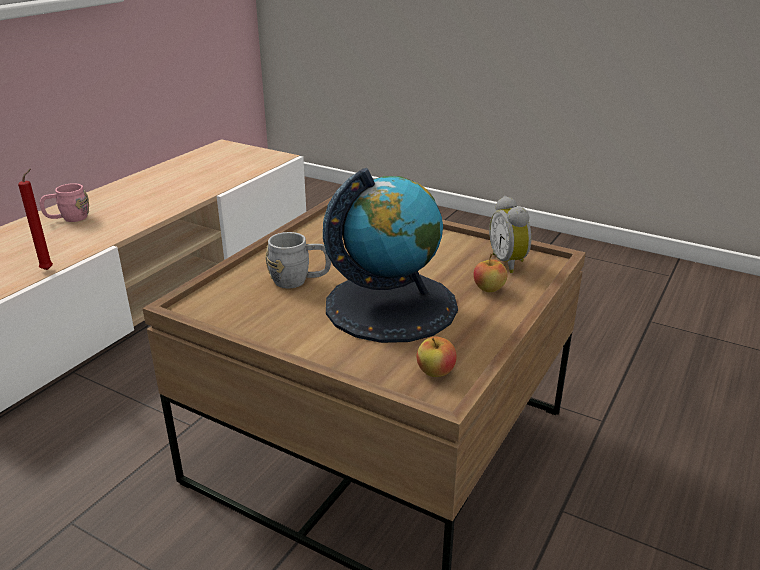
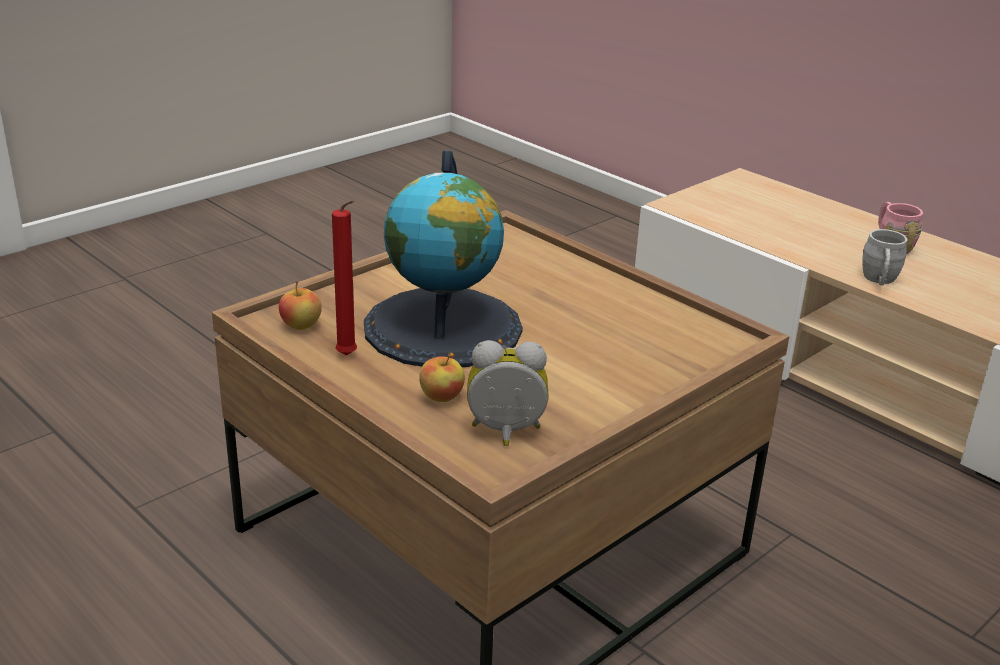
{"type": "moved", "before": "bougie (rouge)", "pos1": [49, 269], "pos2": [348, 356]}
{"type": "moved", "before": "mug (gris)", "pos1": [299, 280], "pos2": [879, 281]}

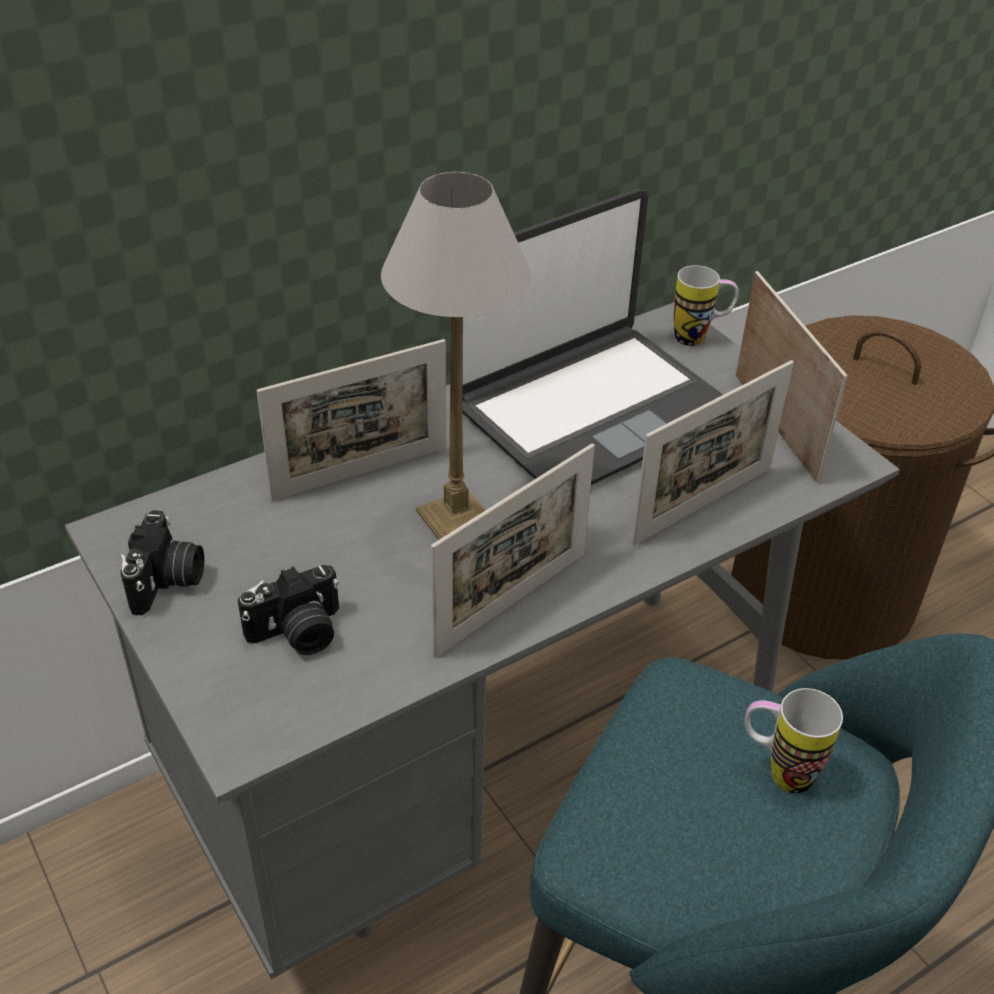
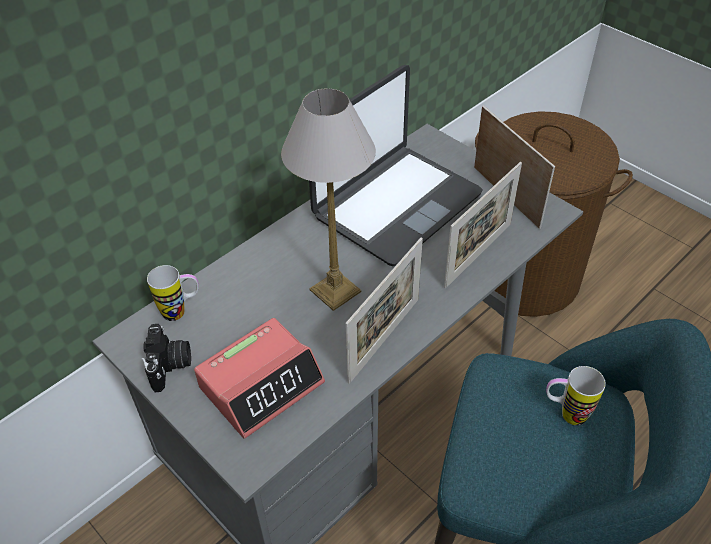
{"type": "moved", "before": "mug", "pos1": [699, 338], "pos2": [181, 311]}
{"type": "replaced", "before": "appareil photo", "after": "réveil", "pos1": [298, 633], "pos2": [262, 384]}
{"type": "removed", "before": "cadre photo", "pos1": [360, 473]}

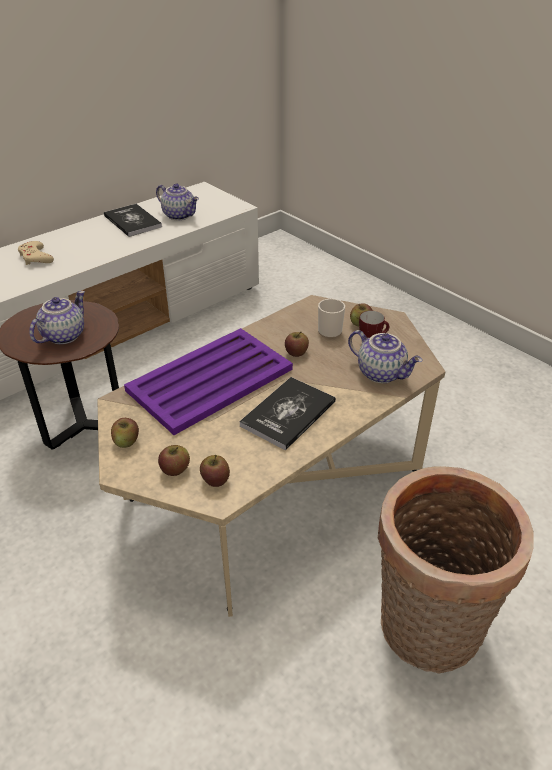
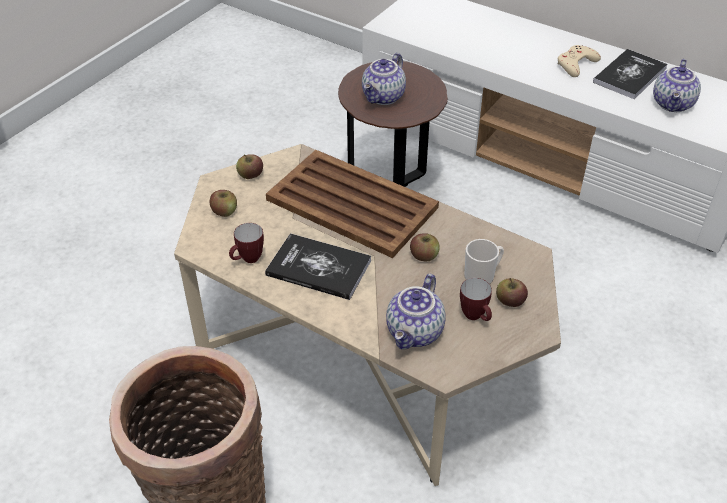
{"type": "added", "after": "mug", "pos2": [248, 260]}
{"type": "recoloured", "before": "plateau (violet)", "after": "plateau (marron)", "pos1": [209, 380], "pos2": [350, 203]}
{"type": "turned", "before": "théière", "pos1": [63, 335], "pos2": [384, 97], "turn": 105}
{"type": "moved", "before": "manette (beige)", "pos1": [36, 257], "pos2": [576, 64]}
{"type": "removed", "before": "pomme", "pos1": [215, 480]}

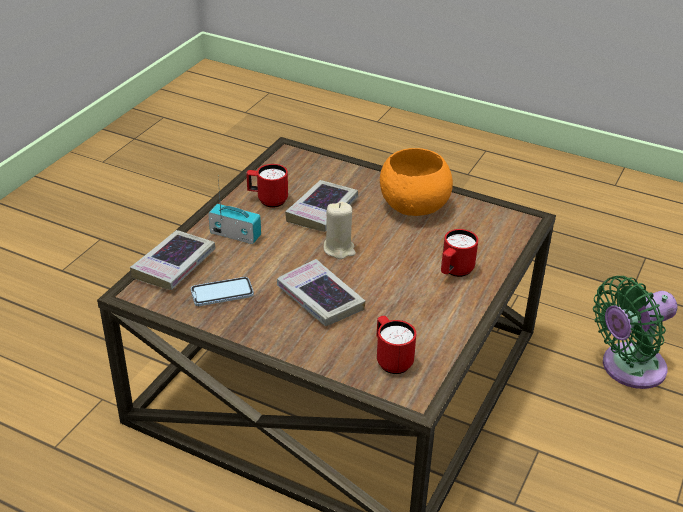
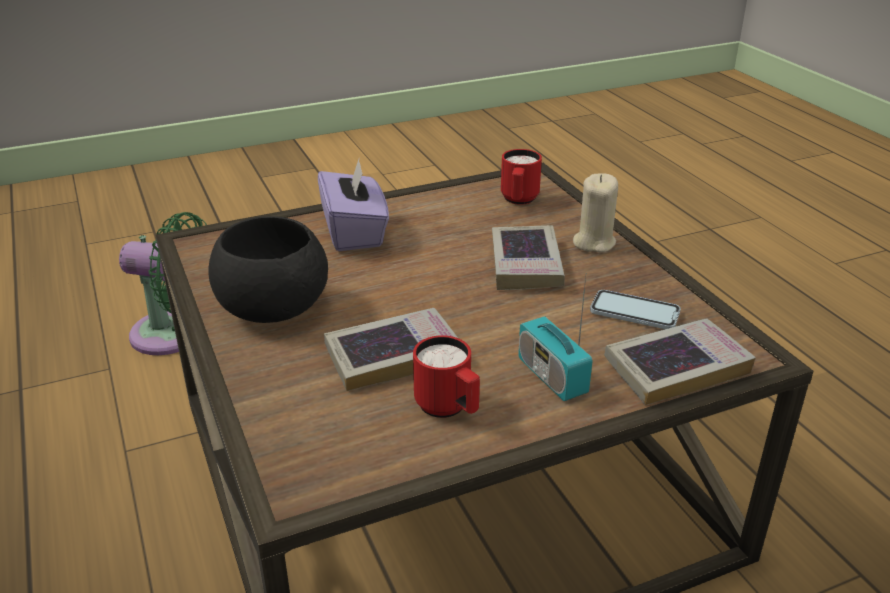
{"type": "recoloured", "before": "bol (orange)", "after": "bol (noir)", "pos1": [413, 205], "pos2": [273, 310]}
{"type": "replaced", "before": "mug (rouge)", "after": "boîte à mouchoirs (violet)", "pos1": [454, 272], "pos2": [355, 232]}
{"type": "moved", "before": "bougie (beige)", "pos1": [339, 249], "pos2": [593, 242]}

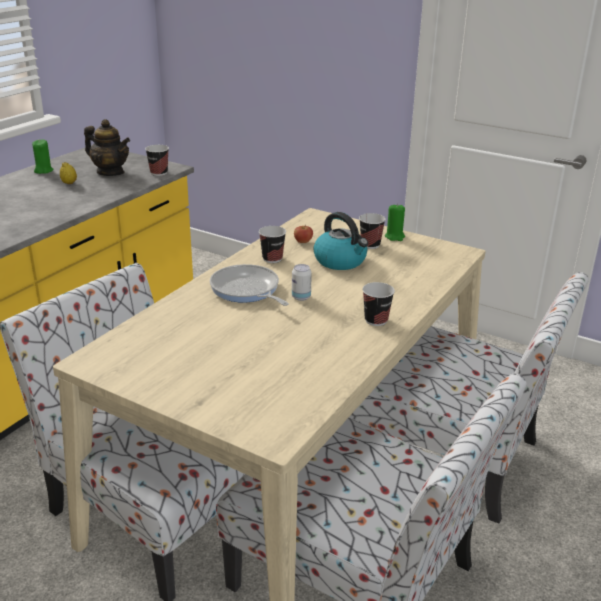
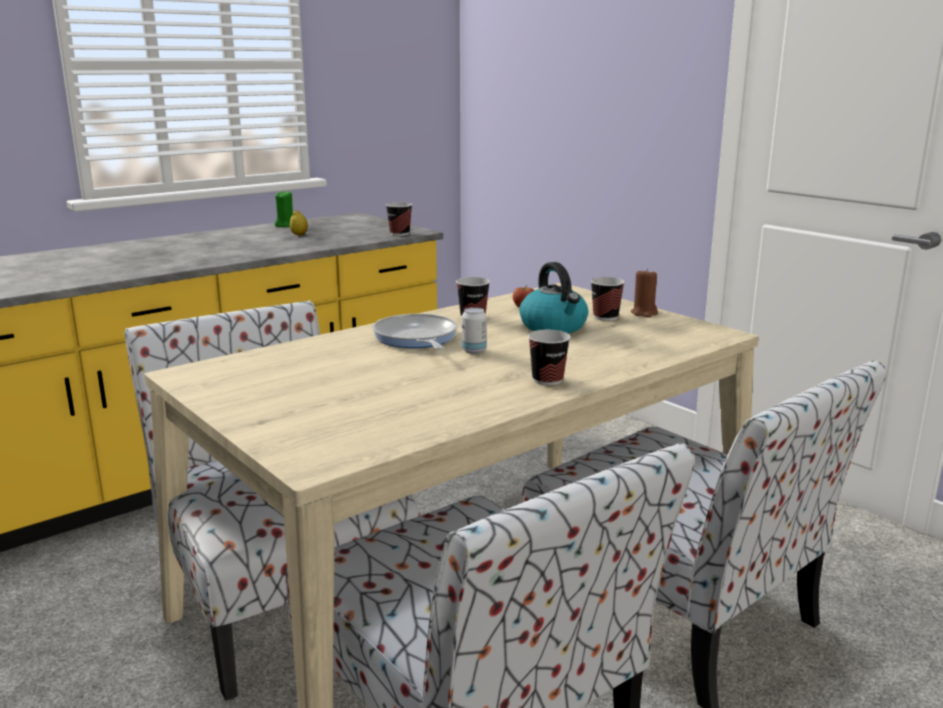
{"type": "recoloured", "before": "bougie (vert)", "after": "bougie (marron)", "pos1": [394, 237], "pos2": [644, 313]}
{"type": "removed", "before": "théière", "pos1": [110, 172]}

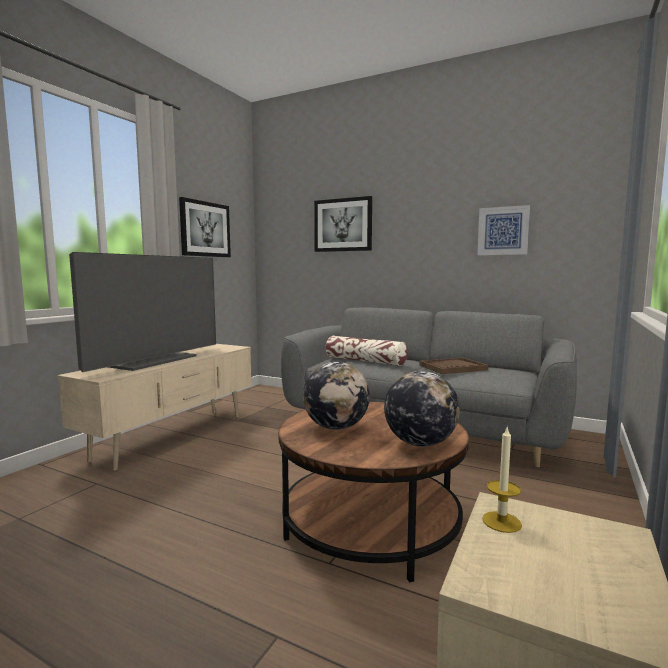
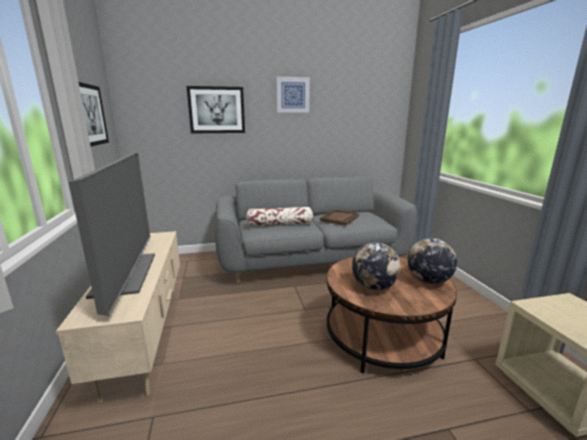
{"type": "moved", "before": "tableau", "pos1": [503, 231], "pos2": [292, 95]}
{"type": "removed", "before": "bougie", "pos1": [501, 522]}

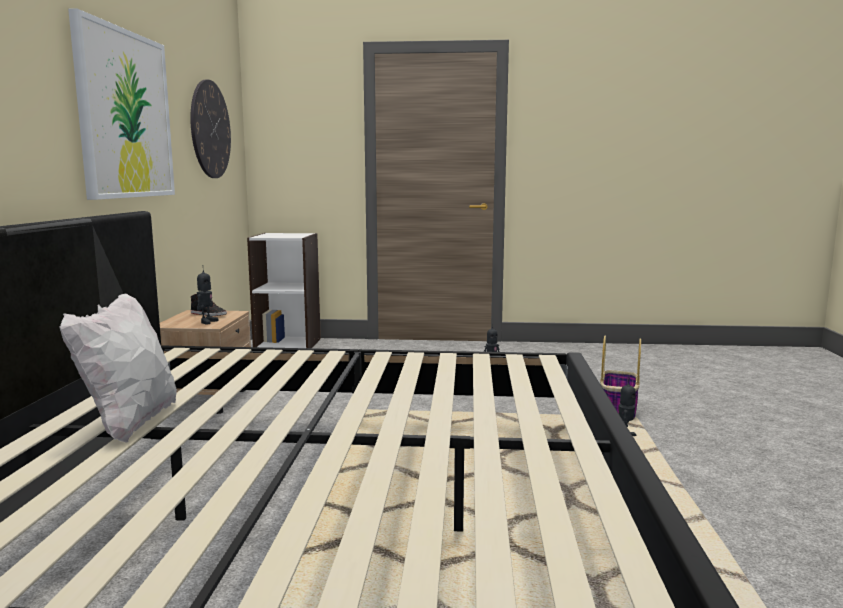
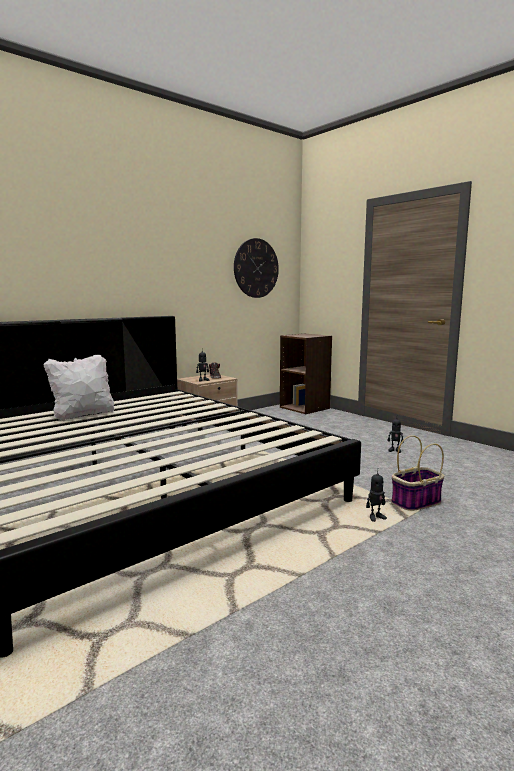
{"type": "recoloured", "before": "bibliothèque (blanc)", "after": "bibliothèque (marron)", "pos1": [288, 344], "pos2": [305, 408]}
{"type": "removed", "before": "tableau", "pos1": [125, 115]}

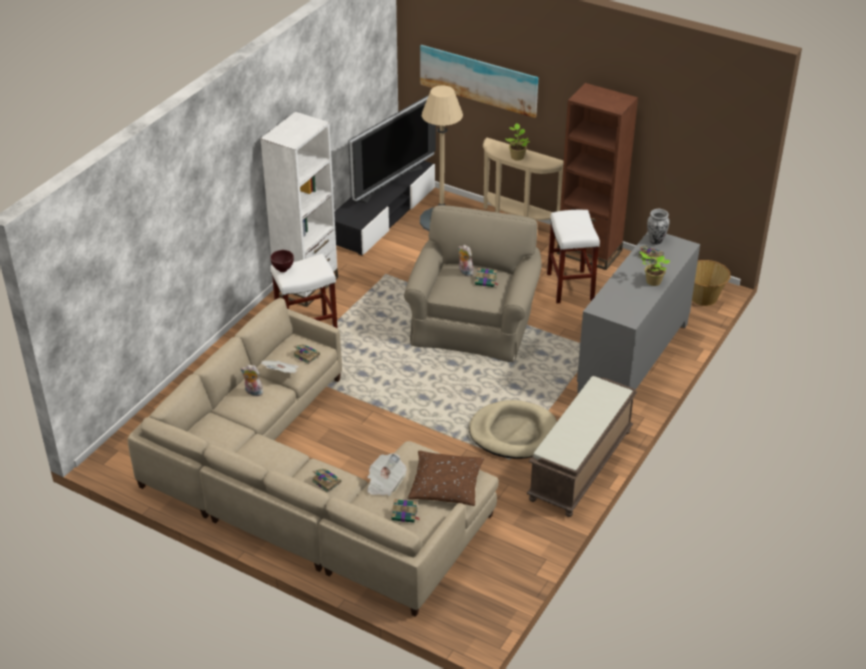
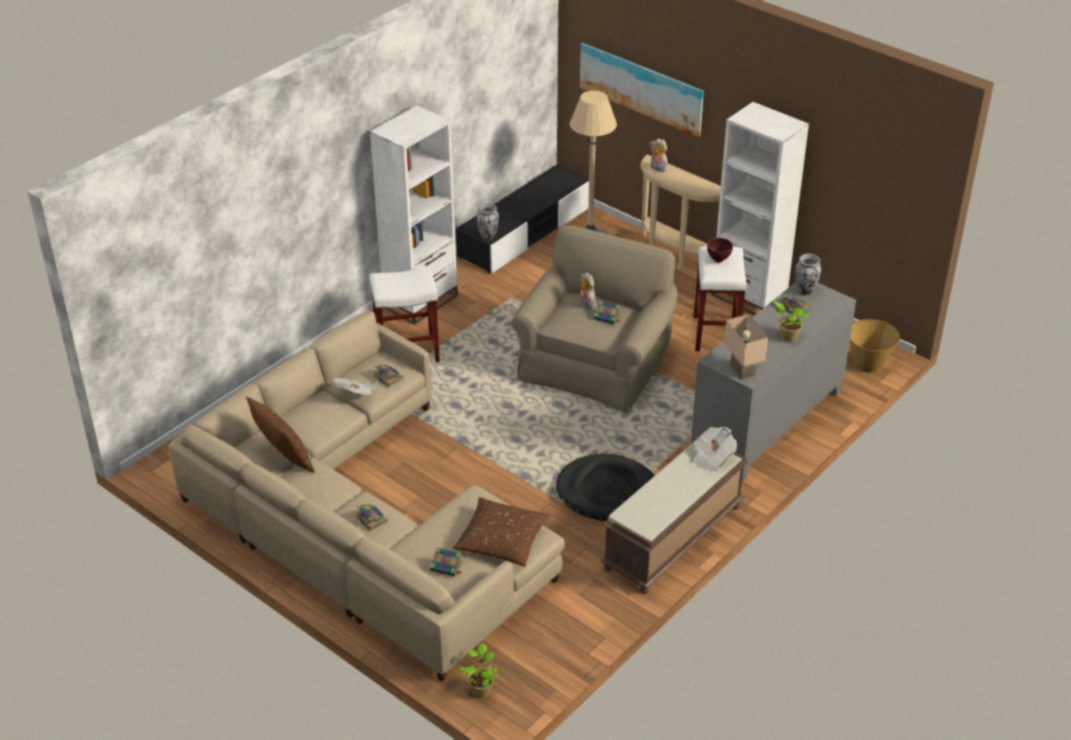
{"type": "added", "after": "coussin (marron)", "pos2": [284, 460]}
{"type": "moved", "before": "plante en pot", "pos1": [517, 156], "pos2": [481, 689]}
{"type": "added", "after": "vase", "pos2": [488, 236]}
{"type": "recoloured", "before": "panier pour chien (beige)", "after": "panier pour chien (noir)", "pos1": [513, 433], "pos2": [606, 491]}
{"type": "moved", "before": "peluche", "pos1": [253, 392], "pos2": [657, 169]}
{"type": "moved", "before": "journal", "pos1": [385, 483], "pos2": [711, 458]}
{"type": "moved", "before": "bol (marron)", "pos1": [283, 270], "pos2": [719, 260]}
{"type": "recoloured", "before": "bibliothèque (marron)", "after": "bibliothèque (blanc)", "pos1": [589, 252], "pos2": [748, 297]}
{"type": "added", "after": "lampe de table (beige)", "pos2": [744, 370]}
{"type": "removed", "before": "téléviseur", "pos1": [389, 182]}

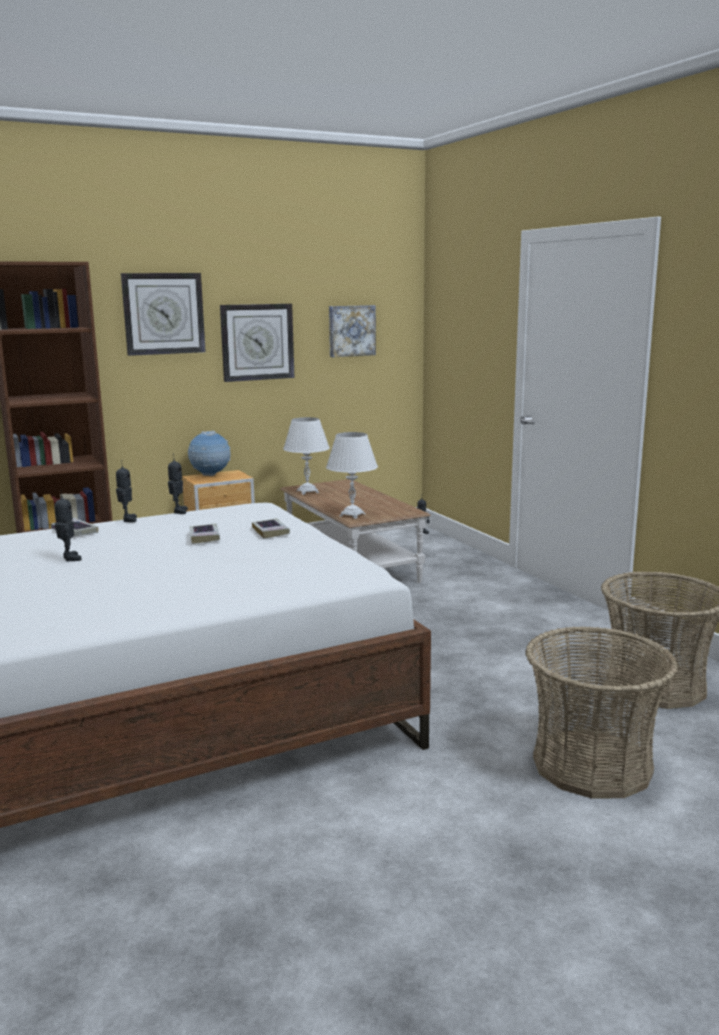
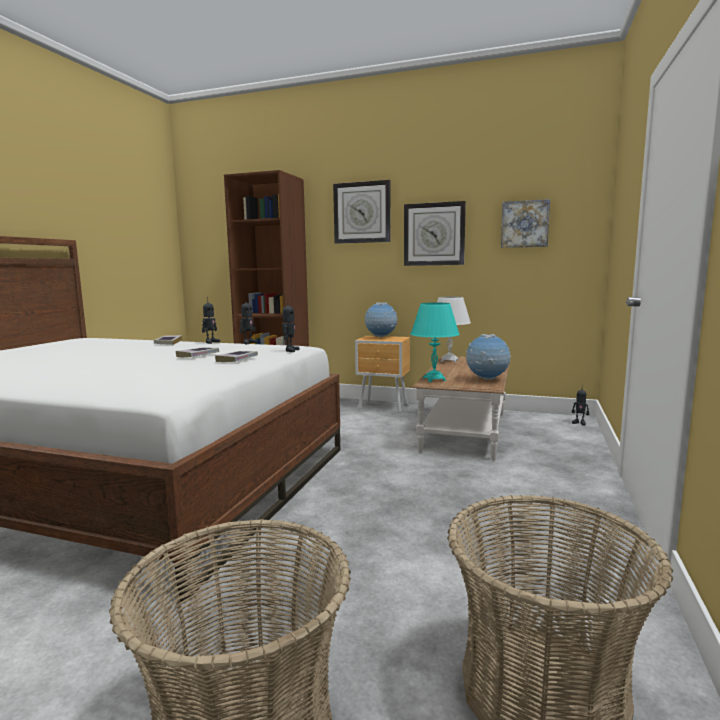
{"type": "moved", "before": "robot jouet", "pos1": [69, 558], "pos2": [290, 350]}
{"type": "recoloured", "before": "lampe de table (blanc)", "after": "lampe de table (turquoise)", "pos1": [352, 515], "pos2": [434, 379]}
{"type": "added", "after": "globe", "pos2": [487, 380]}

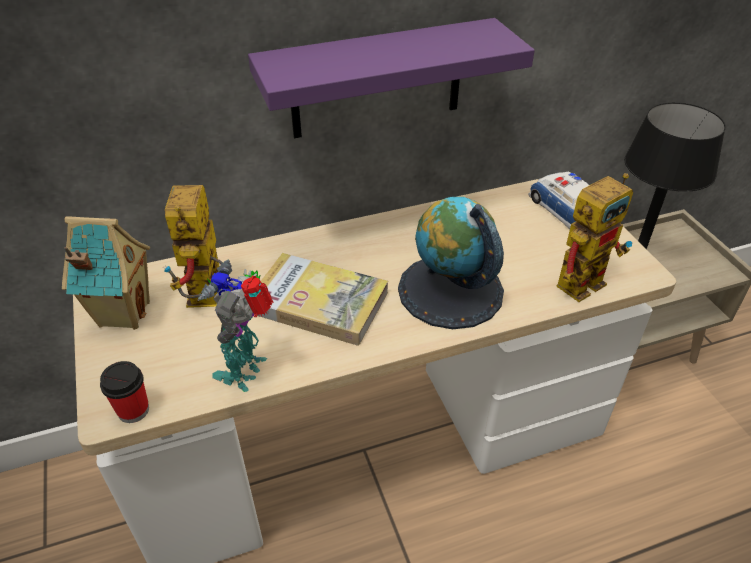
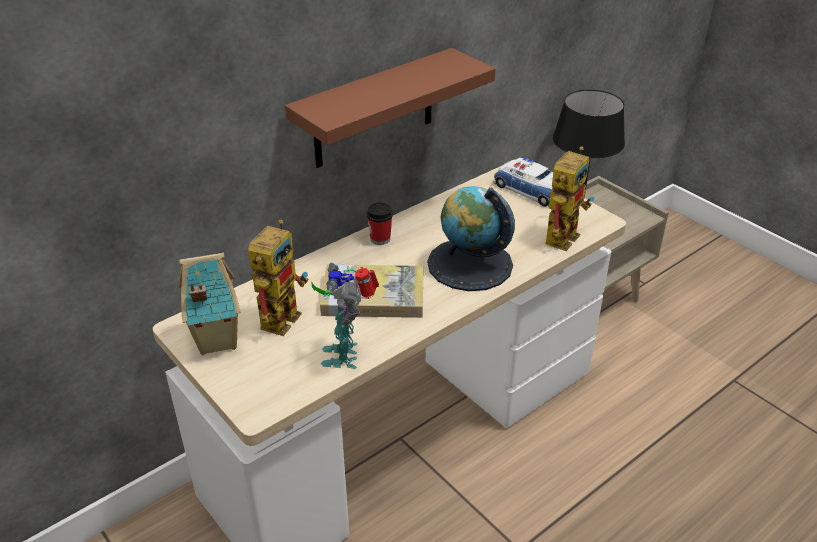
{"type": "turned", "before": "robot jouet", "pos1": [208, 300], "pos2": [282, 314], "turn": -135}
{"type": "recoloured", "before": "étagère (violet)", "after": "étagère (marron)", "pos1": [377, 80], "pos2": [374, 109]}
{"type": "moved", "before": "tasse", "pos1": [133, 410], "pos2": [380, 239]}

